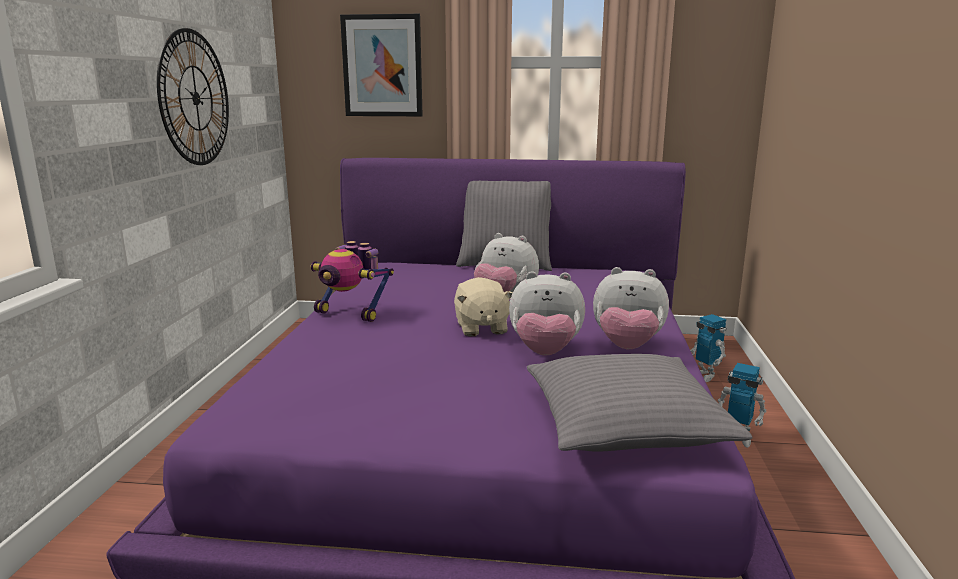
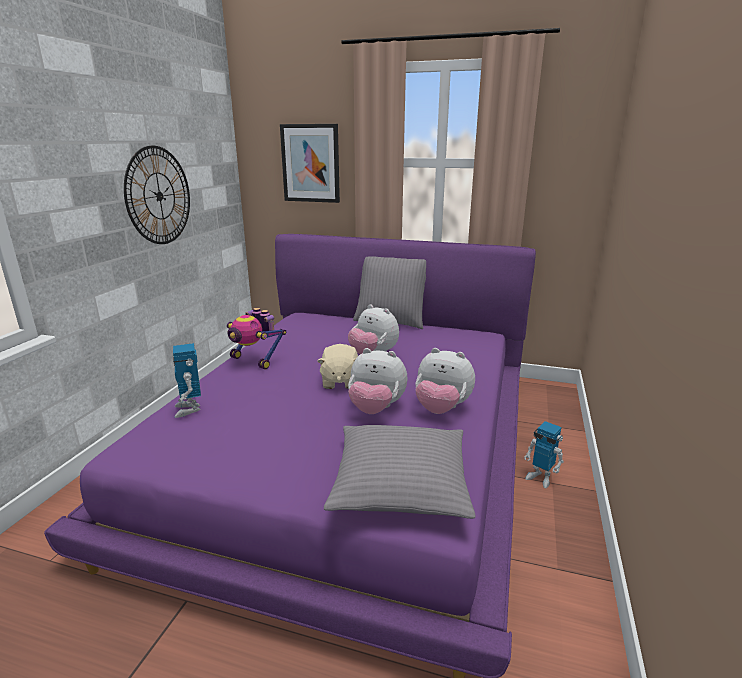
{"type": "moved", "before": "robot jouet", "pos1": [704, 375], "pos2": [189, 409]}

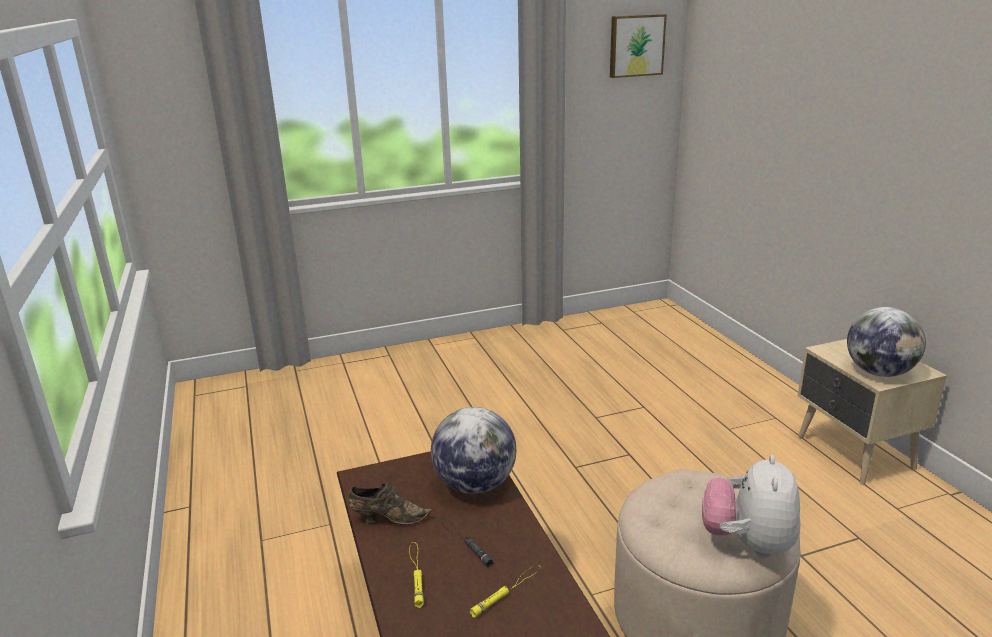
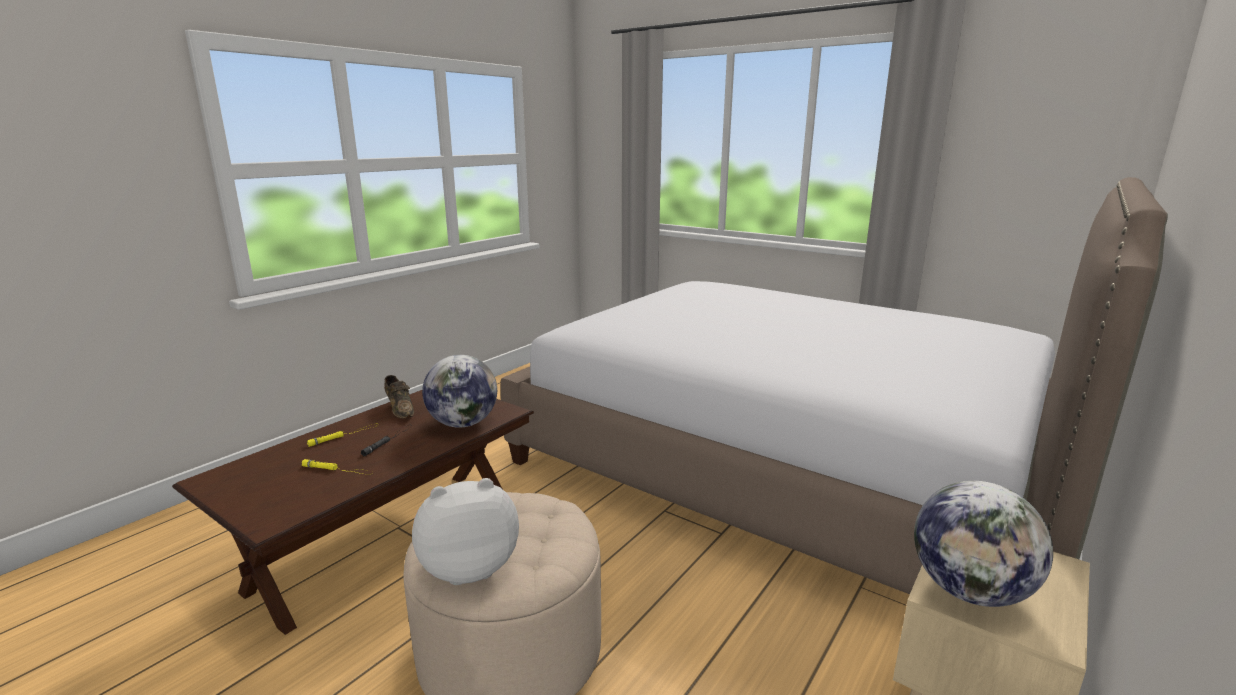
{"type": "added", "after": "lit", "pos2": [786, 465]}
{"type": "removed", "before": "tableau", "pos1": [636, 45]}

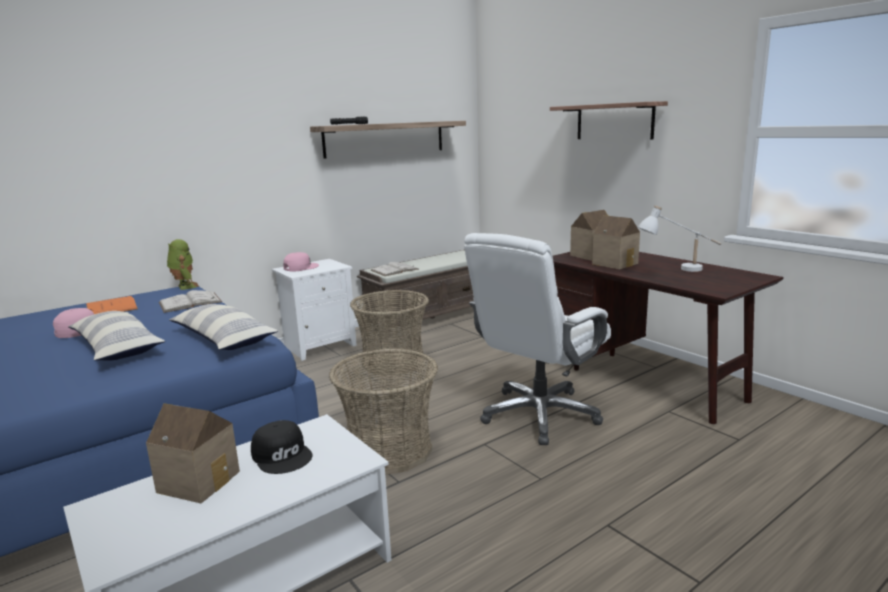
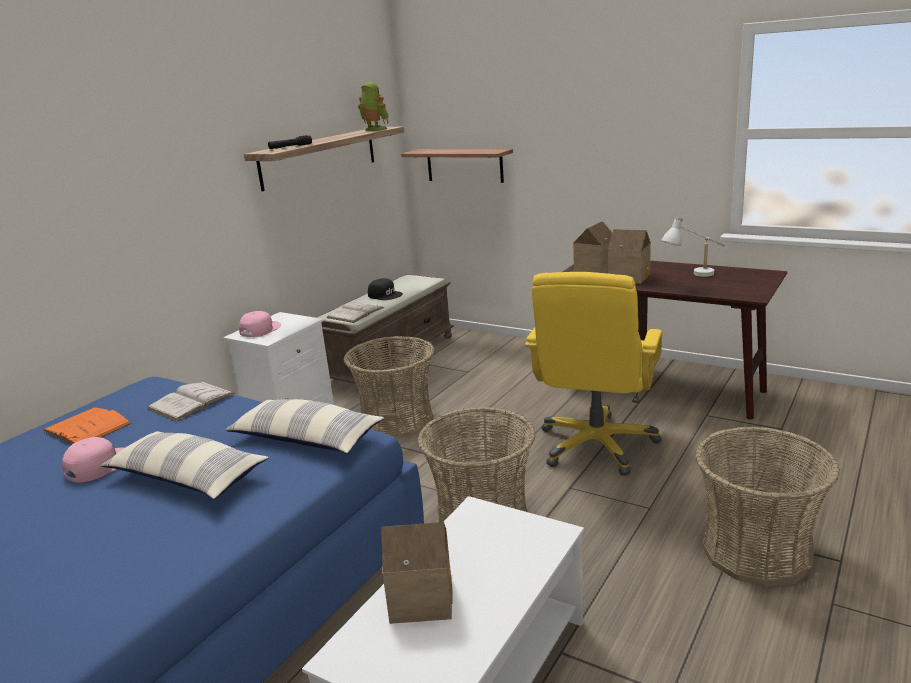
{"type": "moved", "before": "robot jouet", "pos1": [184, 287], "pos2": [374, 130]}
{"type": "moved", "before": "casquette (noir)", "pos1": [283, 455], "pos2": [385, 295]}
{"type": "moved", "before": "étagère", "pos1": [614, 121], "pos2": [464, 165]}
{"type": "recoloured", "before": "chaise de bureau (blanc)", "after": "chaise de bureau (jaune)", "pos1": [539, 415], "pos2": [596, 445]}
{"type": "added", "after": "panier", "pos2": [756, 551]}

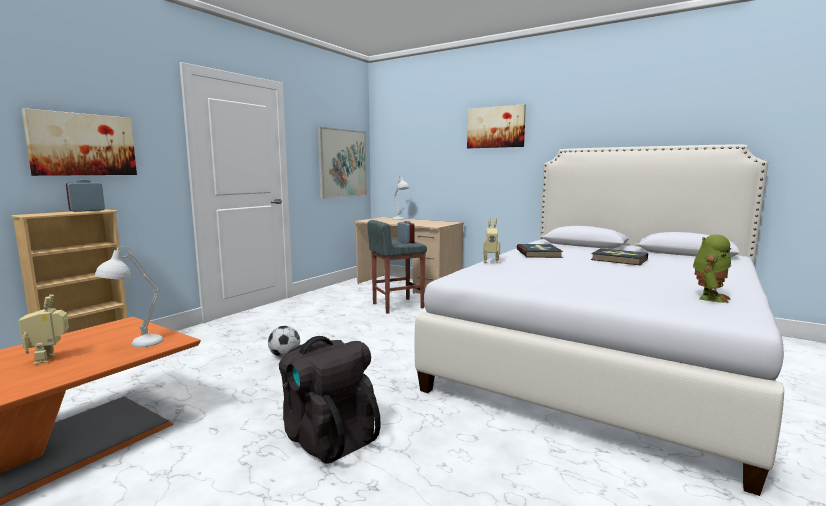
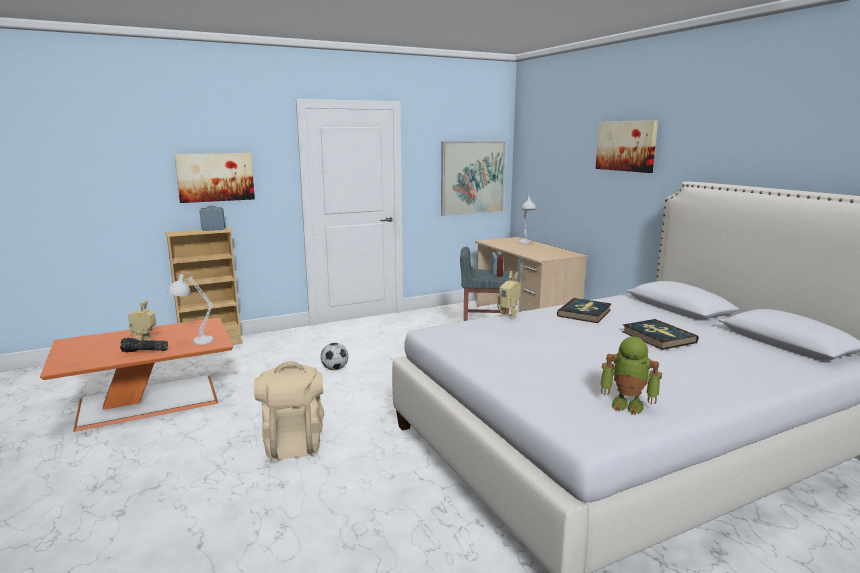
{"type": "added", "after": "lampe de poche", "pos2": [144, 351]}
{"type": "recoloured", "before": "sac à dos (noir)", "after": "sac à dos (beige)", "pos1": [328, 437], "pos2": [293, 442]}
{"type": "turned", "before": "robot jouet", "pos1": [709, 297], "pos2": [628, 404], "turn": 45}

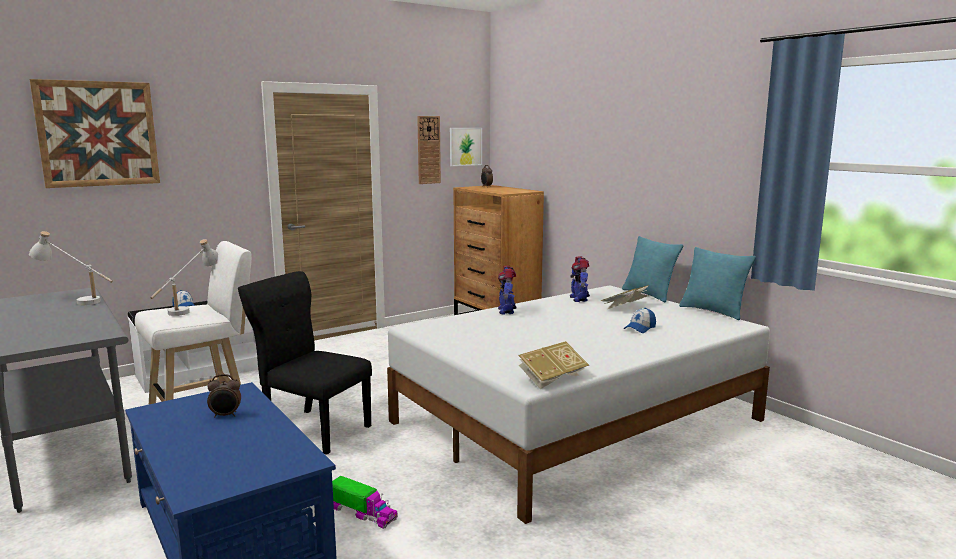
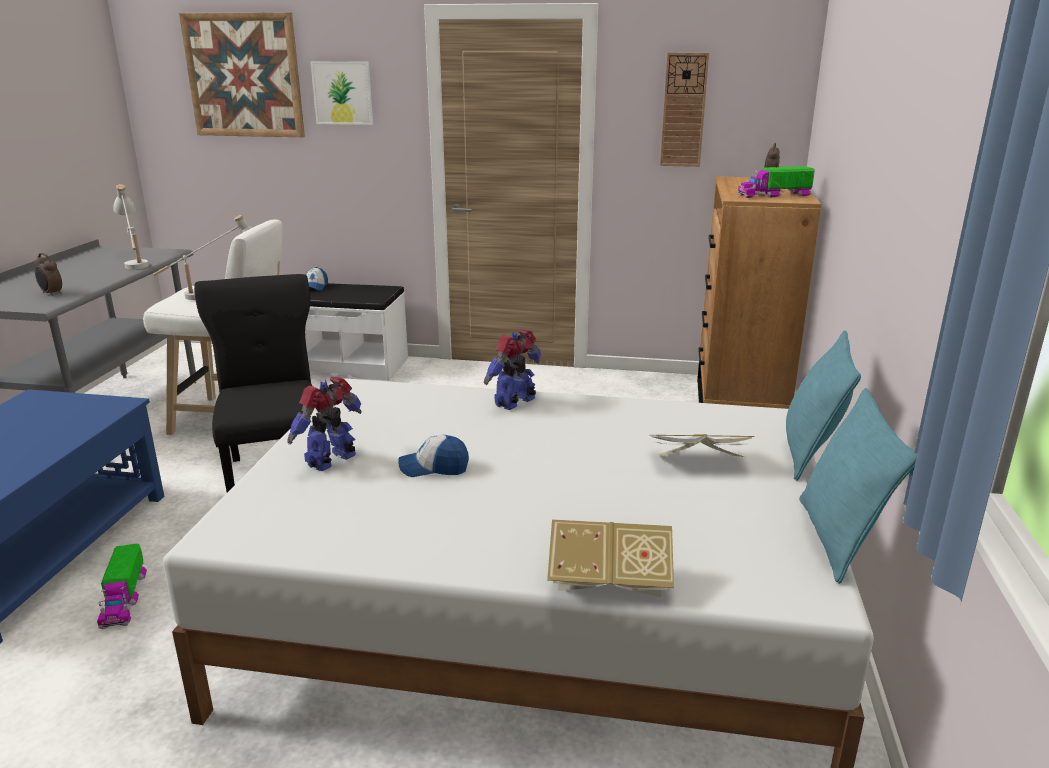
{"type": "moved", "before": "réveil", "pos1": [226, 415], "pos2": [51, 294]}
{"type": "moved", "before": "robot jouet", "pos1": [579, 299], "pos2": [333, 460]}
{"type": "moved", "before": "tableau", "pos1": [465, 146], "pos2": [342, 93]}
{"type": "moved", "before": "casquette", "pos1": [640, 328], "pos2": [434, 467]}
{"type": "moved", "before": "livre", "pos1": [552, 379], "pos2": [609, 580]}
{"type": "added", "after": "camion jouet", "pos2": [774, 195]}

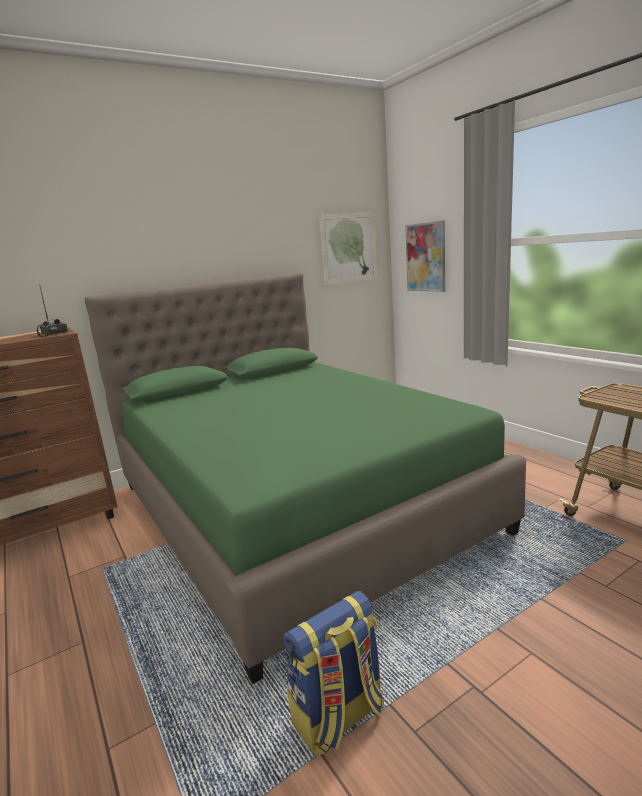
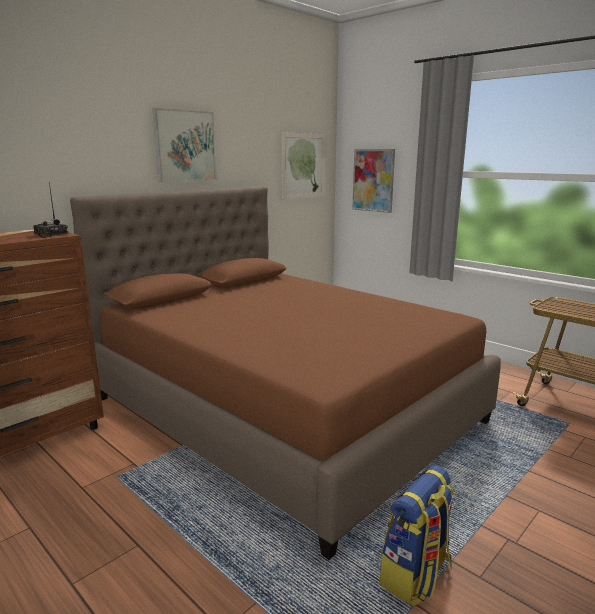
{"type": "recoloured", "before": "lit (vert)", "after": "lit (marron)", "pos1": [295, 506], "pos2": [284, 409]}
{"type": "added", "after": "tableau", "pos2": [185, 146]}

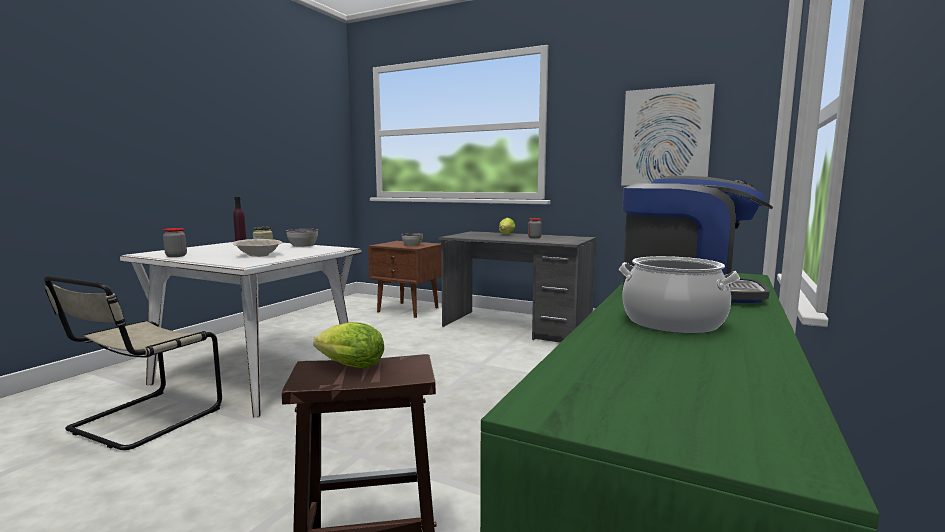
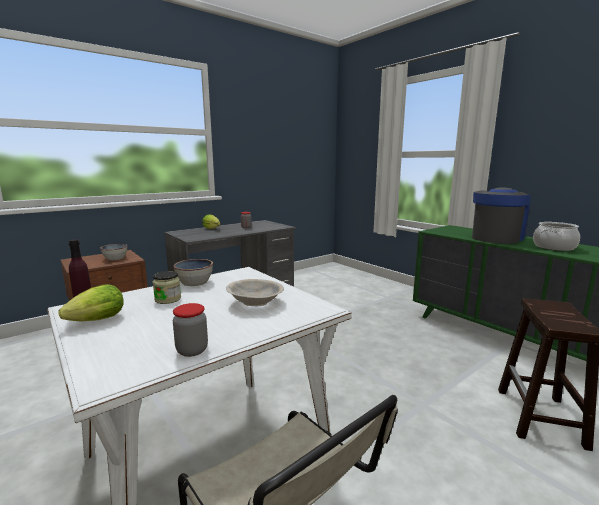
{"type": "moved", "before": "laitue", "pos1": [347, 366], "pos2": [94, 321]}
{"type": "removed", "before": "tableau", "pos1": [665, 137]}

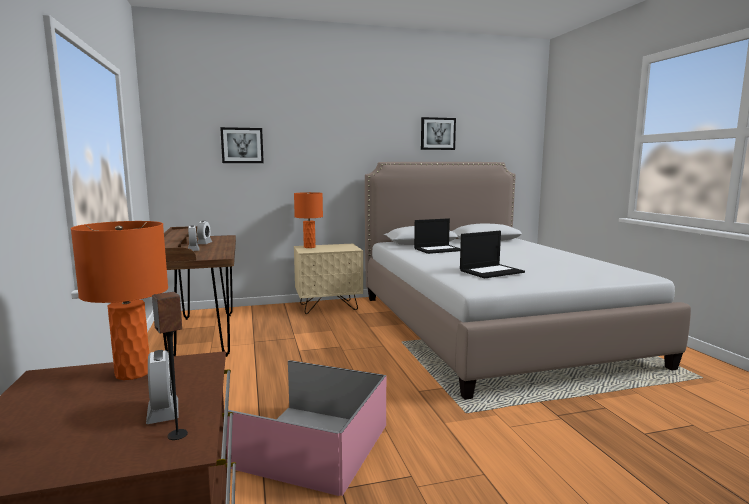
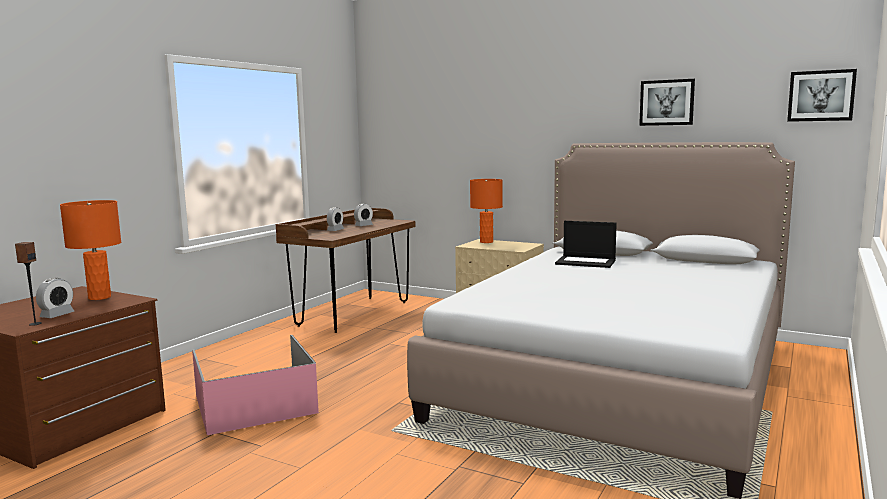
{"type": "moved", "before": "tableau", "pos1": [242, 145], "pos2": [821, 96]}
{"type": "removed", "before": "ordinateur portable", "pos1": [491, 271]}

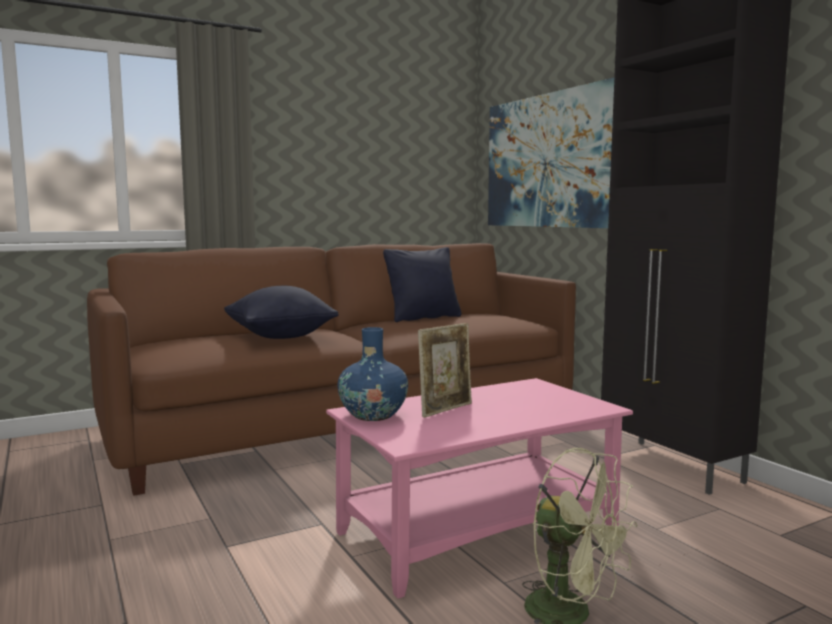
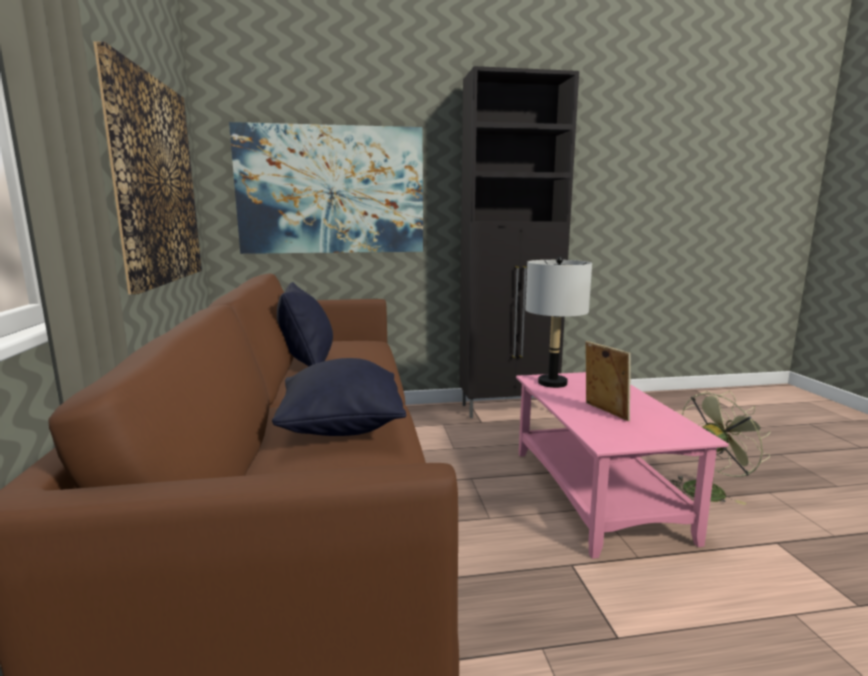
{"type": "added", "after": "tableau", "pos2": [155, 182]}
{"type": "added", "after": "lampe de table (gris)", "pos2": [552, 383]}
{"type": "removed", "before": "vase (bleu)", "pos1": [373, 415]}

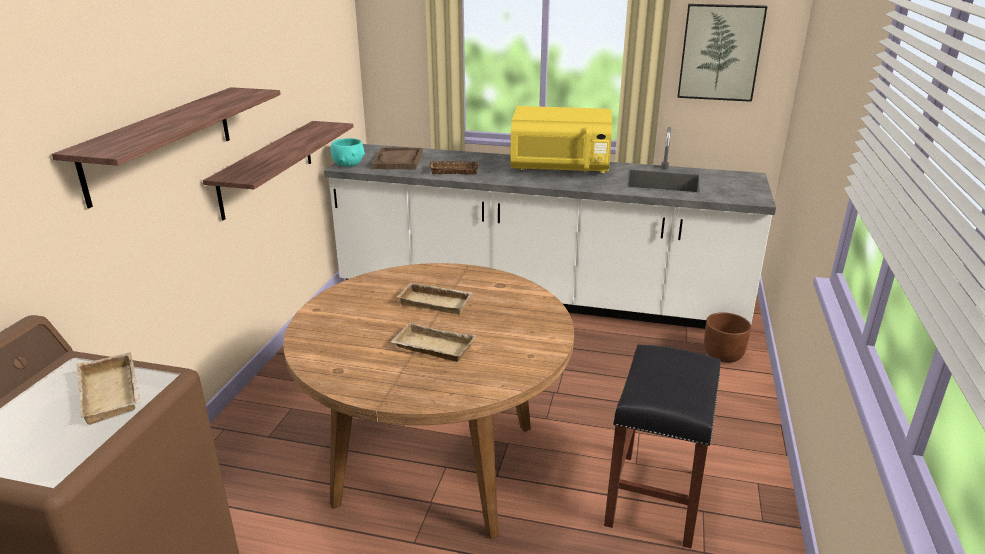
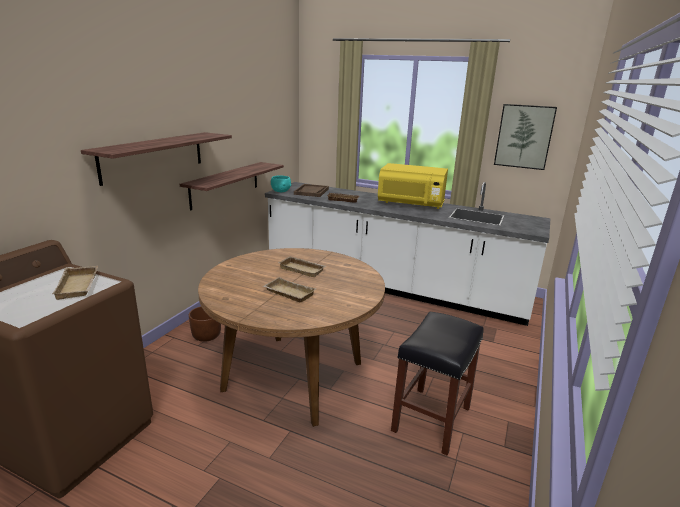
{"type": "moved", "before": "cache-pot (marron)", "pos1": [723, 354], "pos2": [206, 336]}

